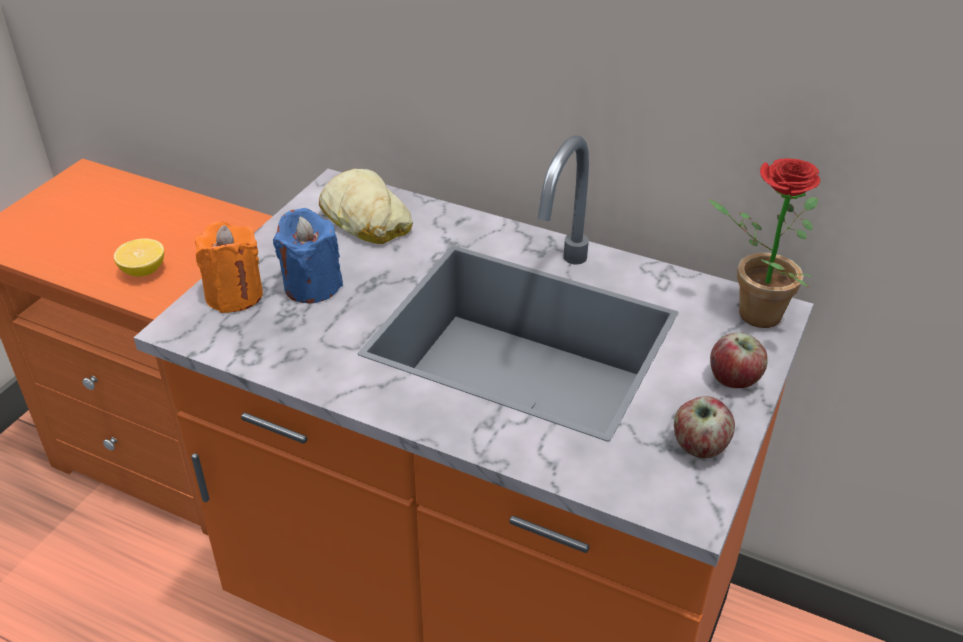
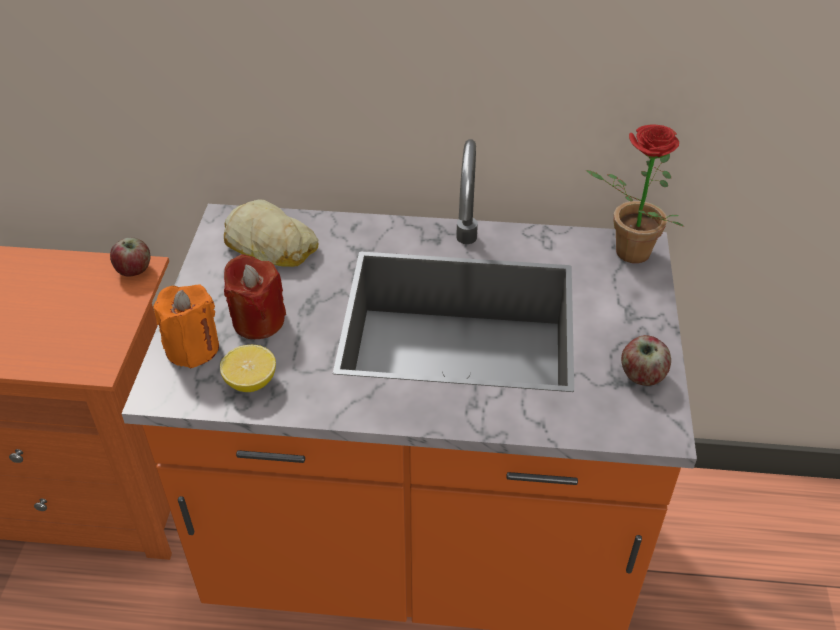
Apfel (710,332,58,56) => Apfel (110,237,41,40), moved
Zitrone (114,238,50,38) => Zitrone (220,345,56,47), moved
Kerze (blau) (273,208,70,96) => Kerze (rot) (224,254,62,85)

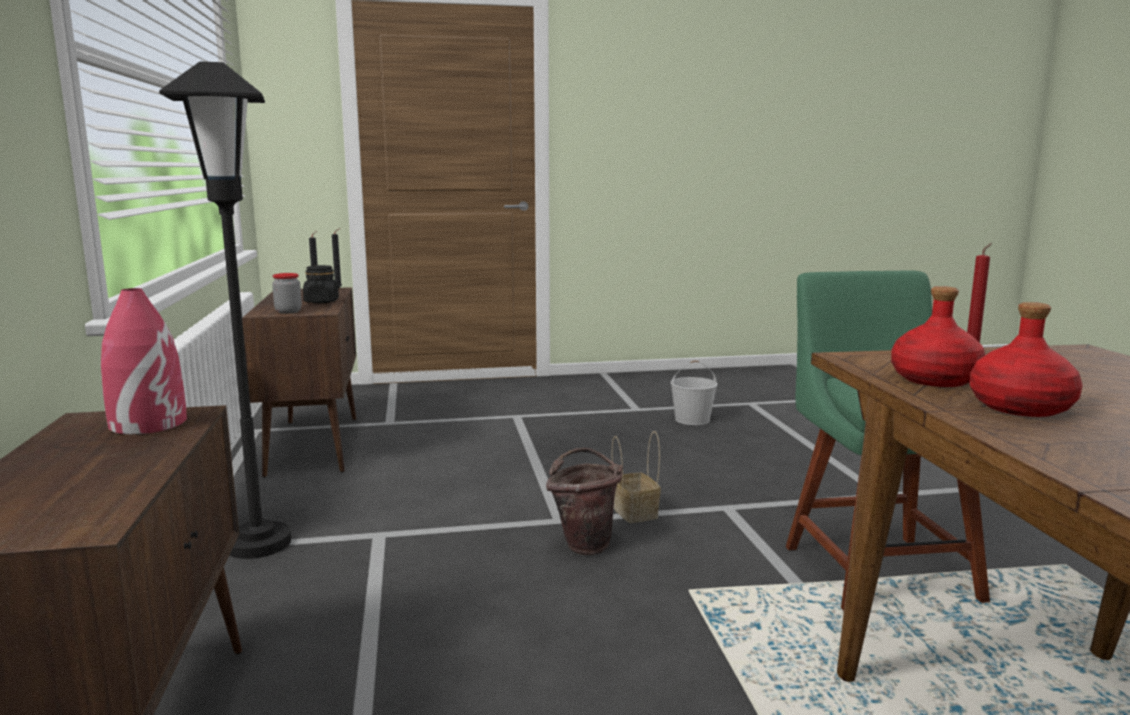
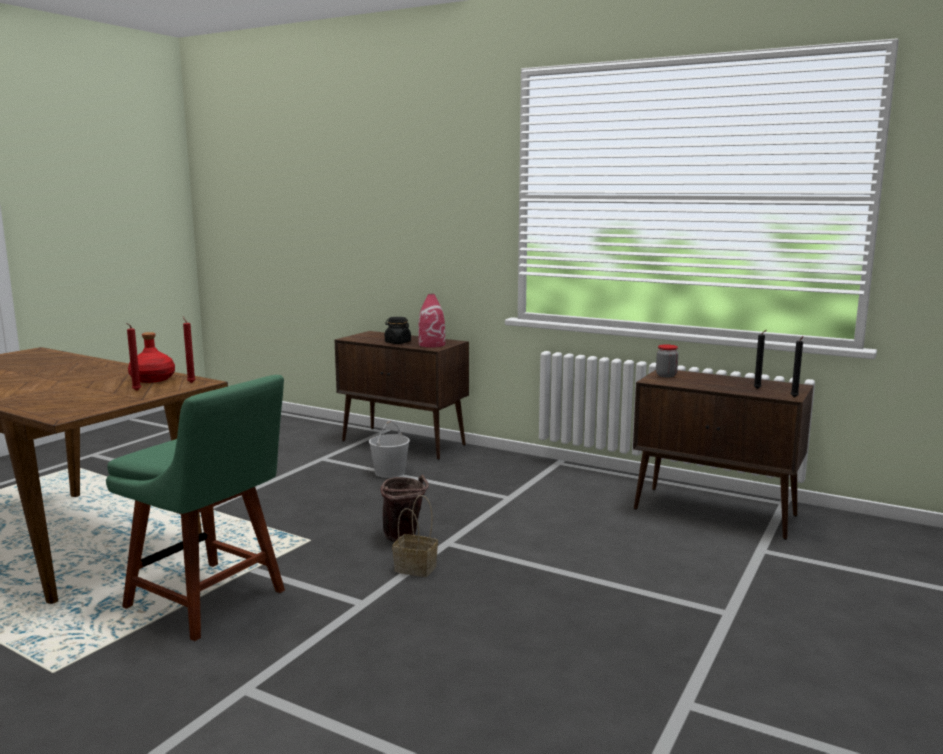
nothing => Kerze (rot) (183,316,12,67)
Eimer (weiß) (670,361,48,64) => Eimer (weiß) (369,421,41,57), moved
Vorratsglas (schwarz) (303,265,36,39) => Vorratsglas (schwarz) (385,317,26,27), moved
Stehlampe (schwarz) (159,61,132,498) => nothing
Flasche (rot) (970,302,112,115) => nothing

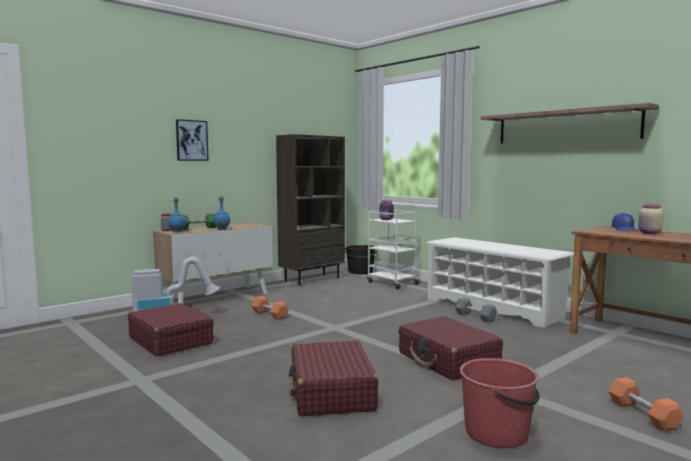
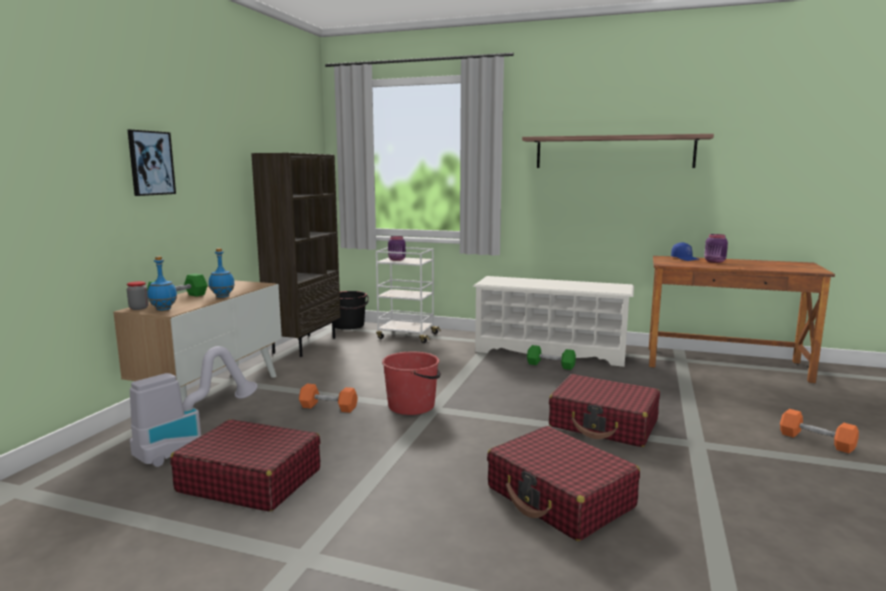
Eimer (rot) (460,358,80,90) => Eimer (rot) (382,351,59,64), moved
Hantel (grau) (455,298,42,25) => Hantel (grün) (527,345,49,25)
Vorratsglas (beige) (639,205,25,29) => Vorratsglas (lila) (704,234,24,29)

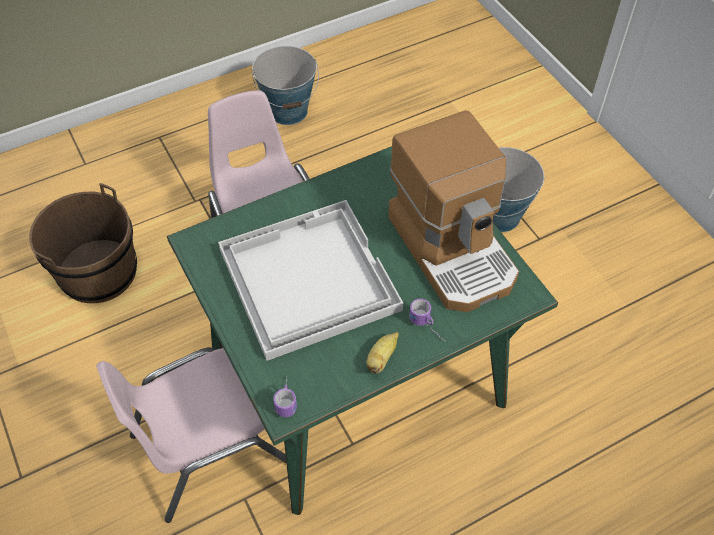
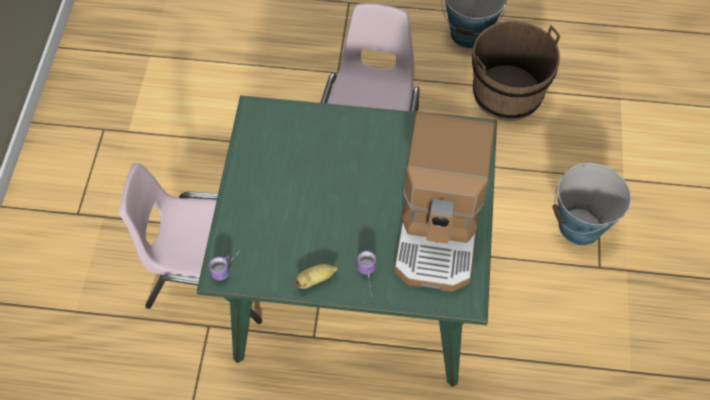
Eimer (braun) (29,183,108,120) => Eimer (braun) (472,21,89,100), moved
Tablett (weiß) (218,200,185,161) => nothing

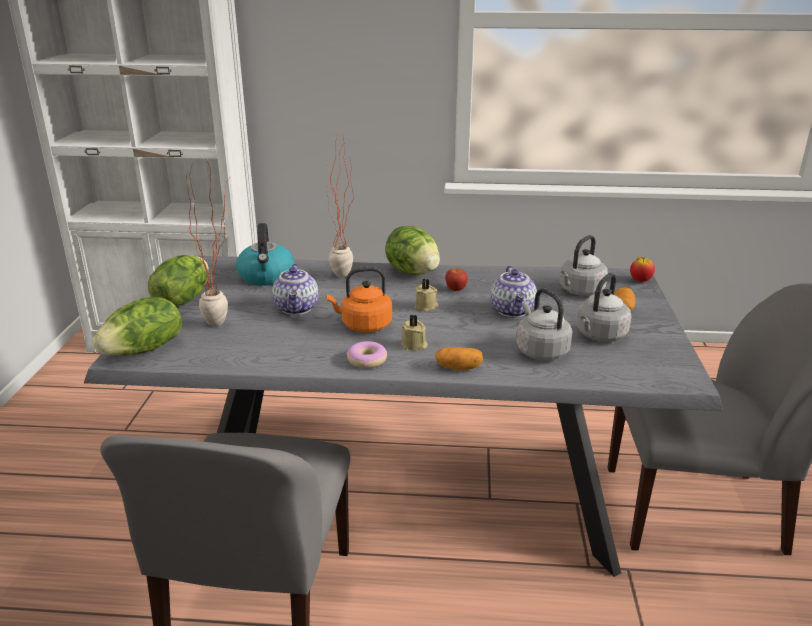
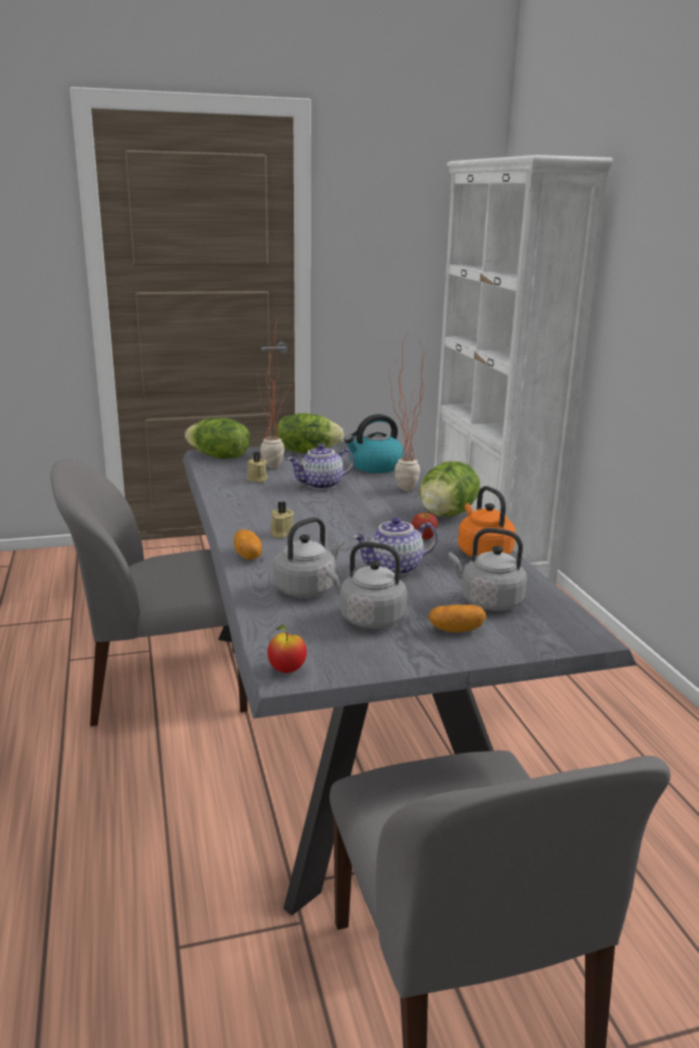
Kerze (beige) (415,278,24,34) => Kerze (beige) (247,452,21,31), moved
Apfel (630,256,25,26) => Apfel (268,625,39,48), moved
Wasserkessel (orange) (326,267,66,66) => Wasserkessel (orange) (458,486,58,71), moved
Donut (346,341,41,27) => nothing

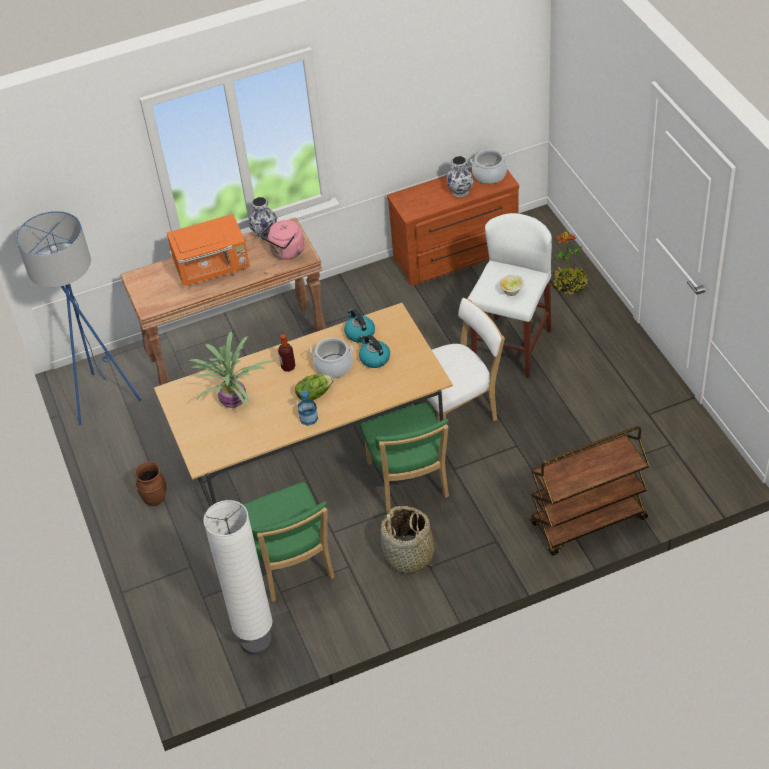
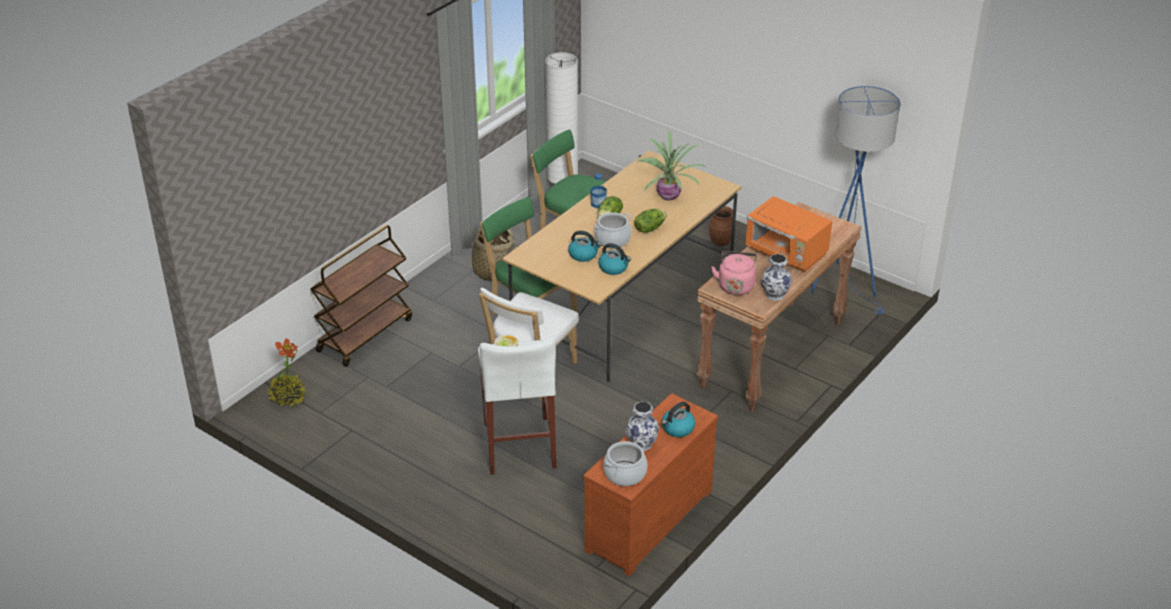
Topfpflanze (553,232,35,62) => Topfpflanze (266,339,40,68), moved
Flasche (278,334,17,38) => Salatkopf (634,209,33,24)
nothing => Wasserkessel (661,402,34,35)
Mikrowelle (orange) (167,214,83,72) => Mikrowelle (orange) (745,196,87,76), 90 degrees counterclockwise

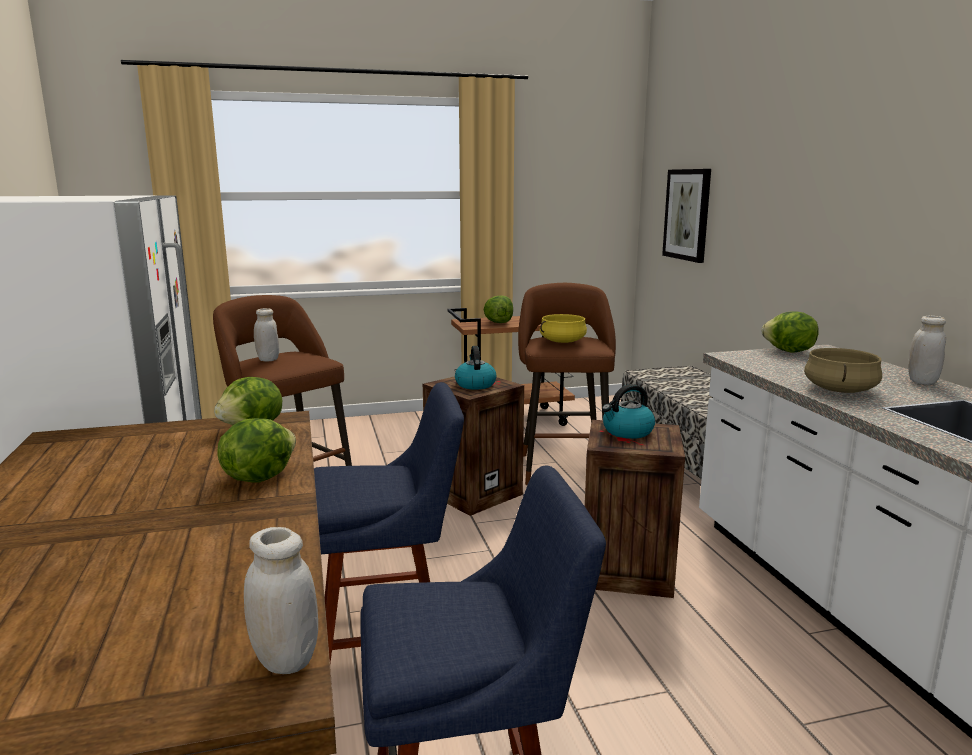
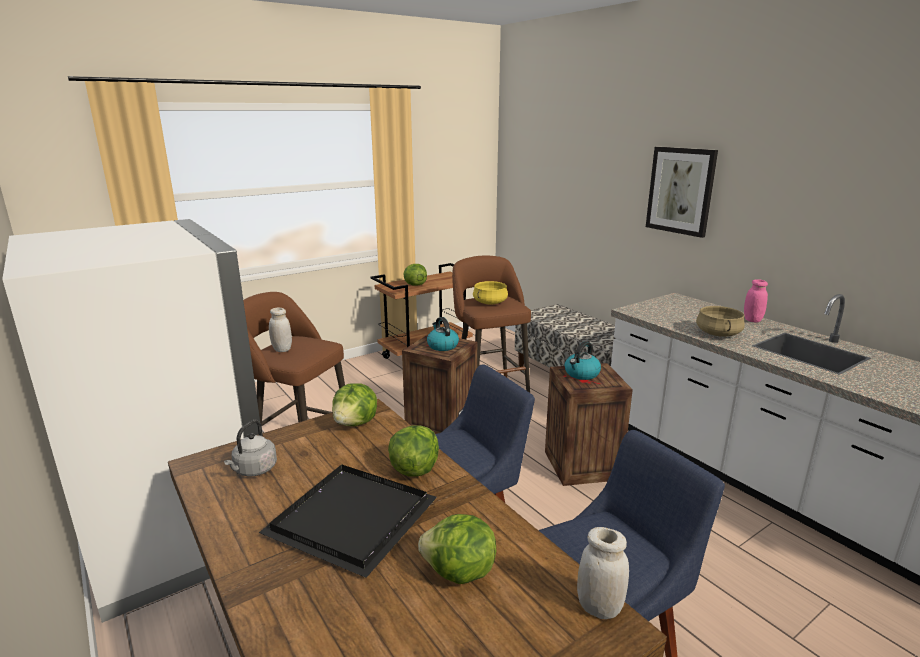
nothing => Wasserkessel (grau) (224,420,53,56)
nothing => Tablett (schwarz) (259,464,178,114)
Salatkopf (761,311,57,42) => Salatkopf (418,514,78,70), moved
Bild (662,169,49,94) => Bild (646,147,72,91), moved
Vorratsglas (weiß) (908,315,38,69) => Vorratsglas (rosa) (744,279,24,44)

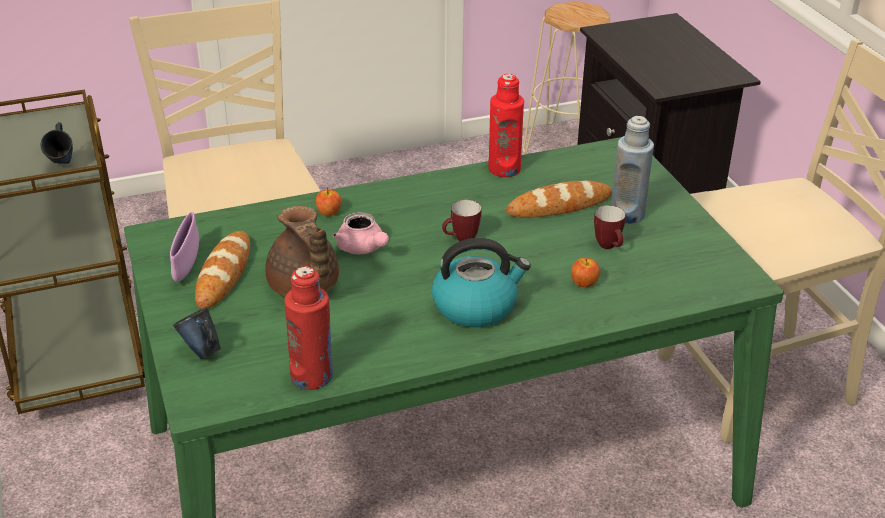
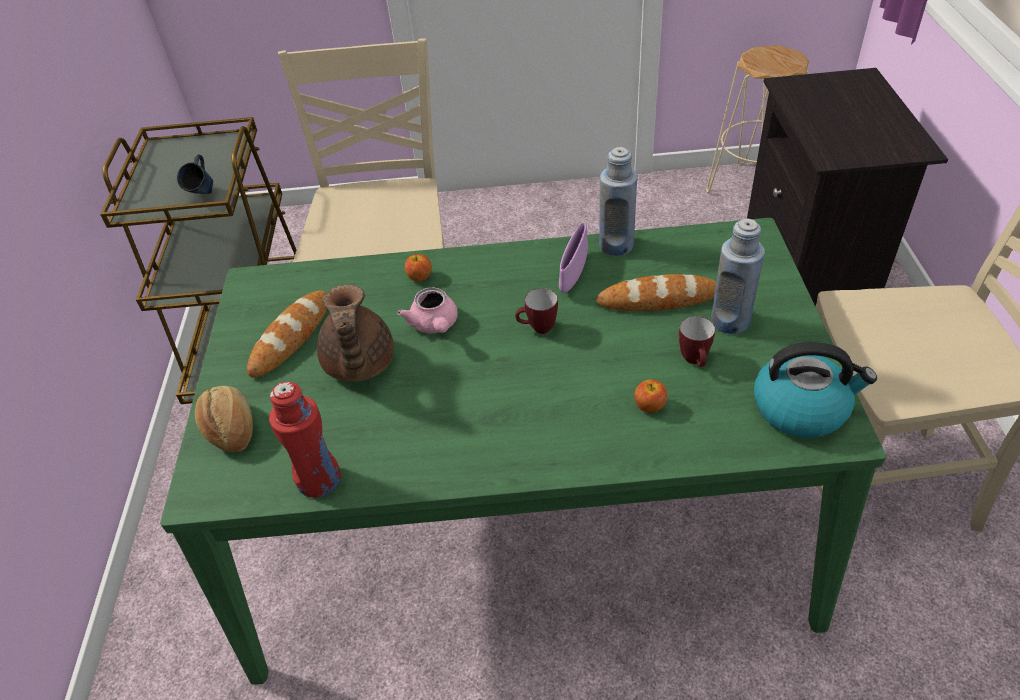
Henkelbecher (blau) (173,307,48,52) => Brot (195,386,58,66)
Schüssel (lila) (170,212,29,70) => Schüssel (lila) (559,222,29,71), moved
Flasche (rot) (488,74,36,103) => Flasche (blau) (599,147,39,109)
Wasserkessel (432,238,99,89) => Wasserkessel (754,342,123,96), moved

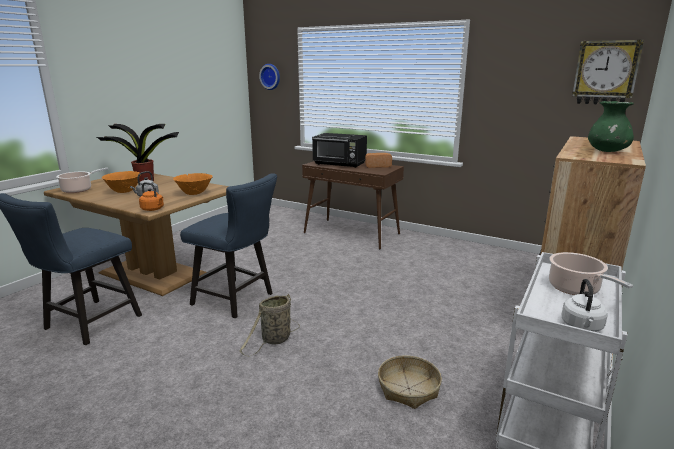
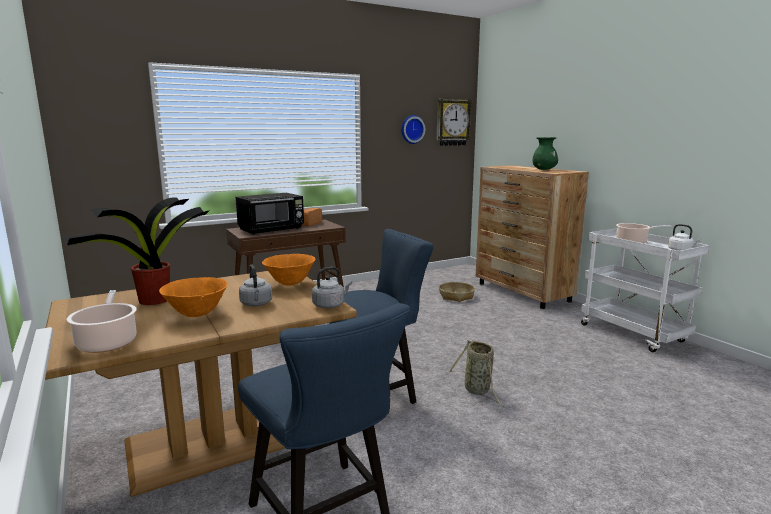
Wasserkessel (orange) (139,182,25,29) => Wasserkessel (grau) (312,267,40,41)
Wanduhr (259,64,21,26) => Wanduhr (401,115,24,29), moved
Korb (378,355,64,54) => Korb (439,282,36,20), moved

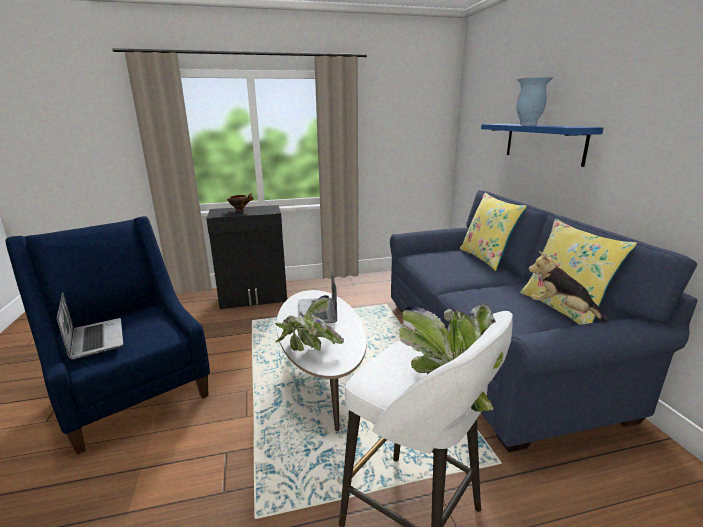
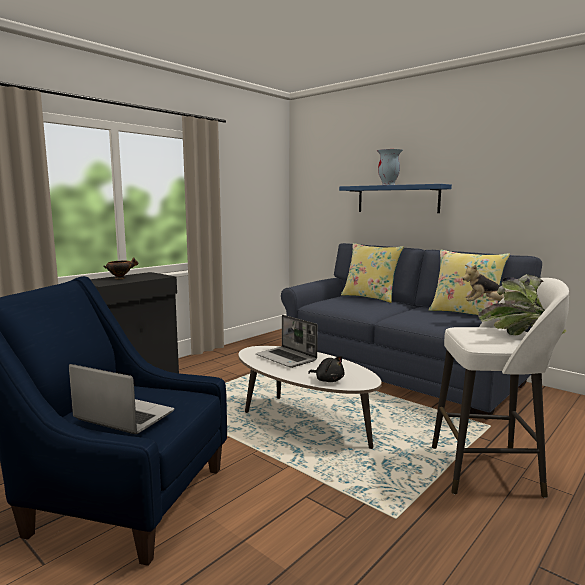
Topfpflanze (275,295,69,56) => Plüschtier (schwarz) (308,356,37,26)

